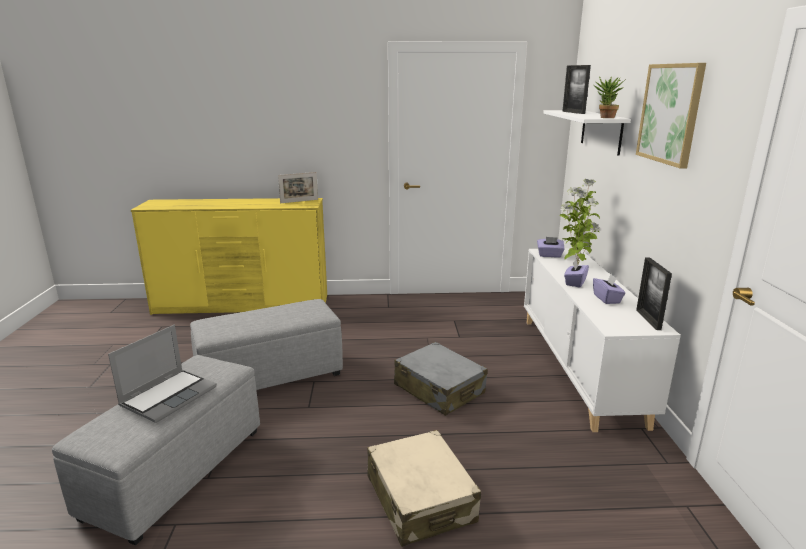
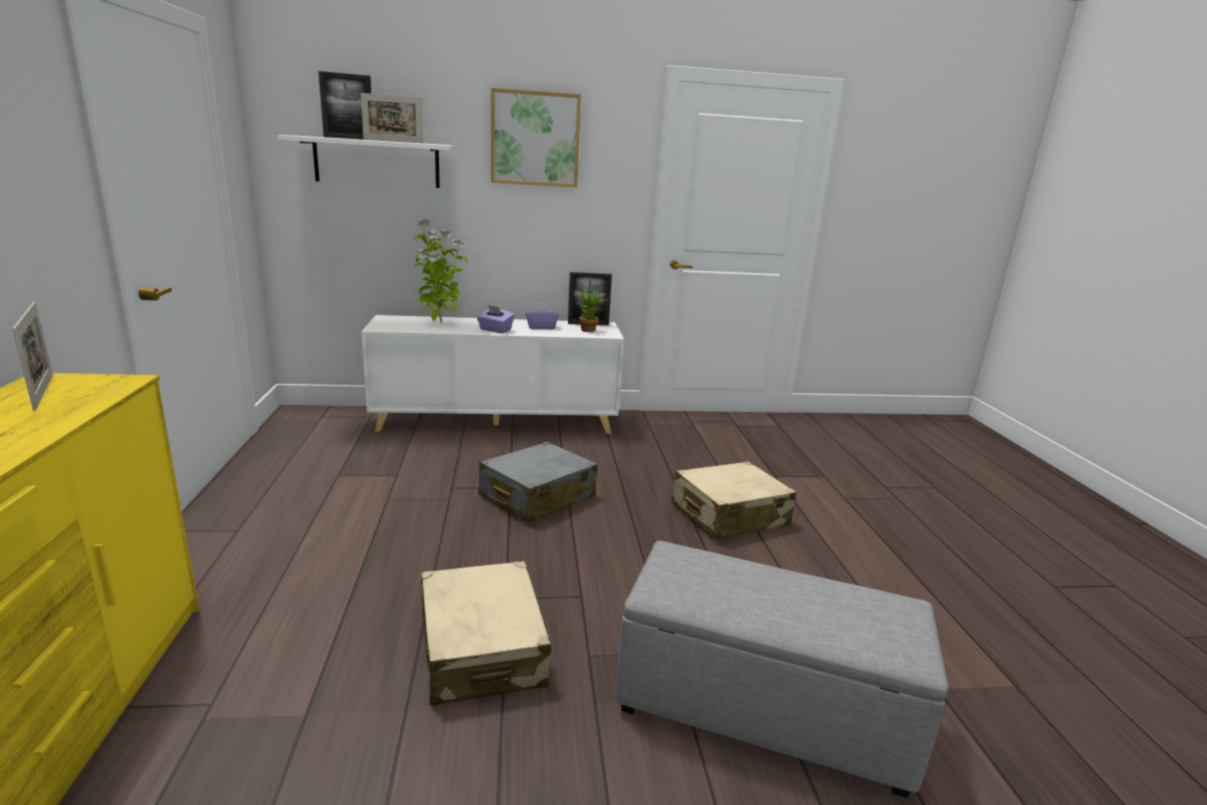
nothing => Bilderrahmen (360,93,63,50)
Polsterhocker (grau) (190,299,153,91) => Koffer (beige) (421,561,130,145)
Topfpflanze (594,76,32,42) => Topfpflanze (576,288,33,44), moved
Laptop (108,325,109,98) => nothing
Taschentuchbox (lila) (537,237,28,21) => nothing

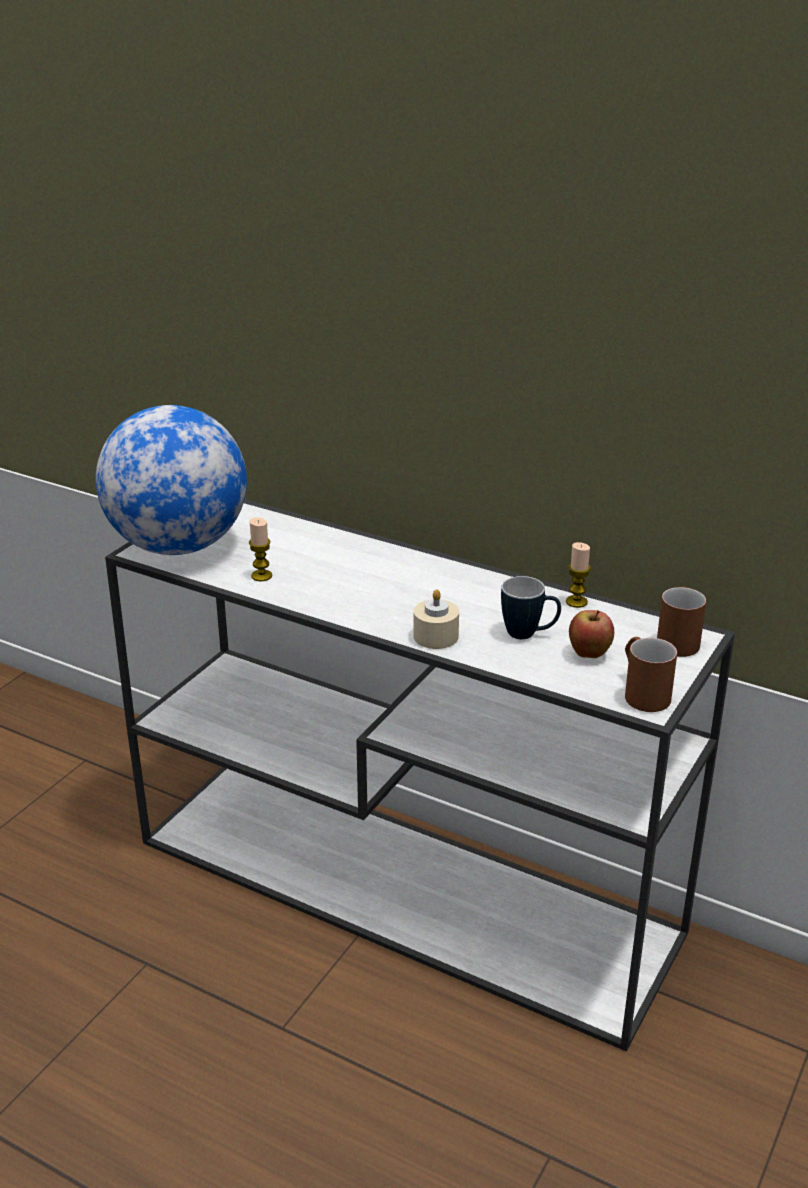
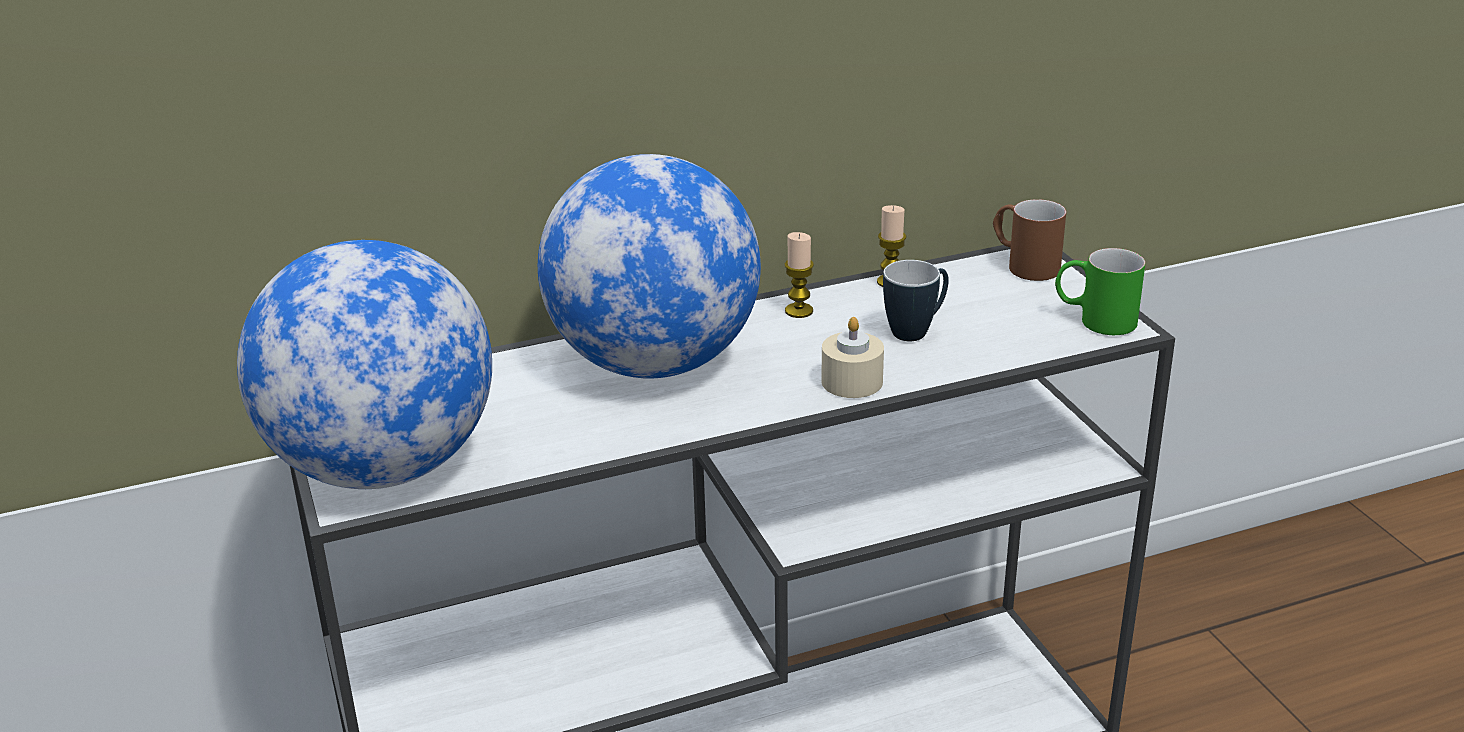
nothing => Globus (538,154,223,224)
Kerze (249,517,23,64) => Kerze (785,232,29,86), moved
Henkelbecher (braun) (625,637,52,75) => Henkelbecher (grün) (1055,248,90,87)
Apfel (569,610,45,48) => nothing

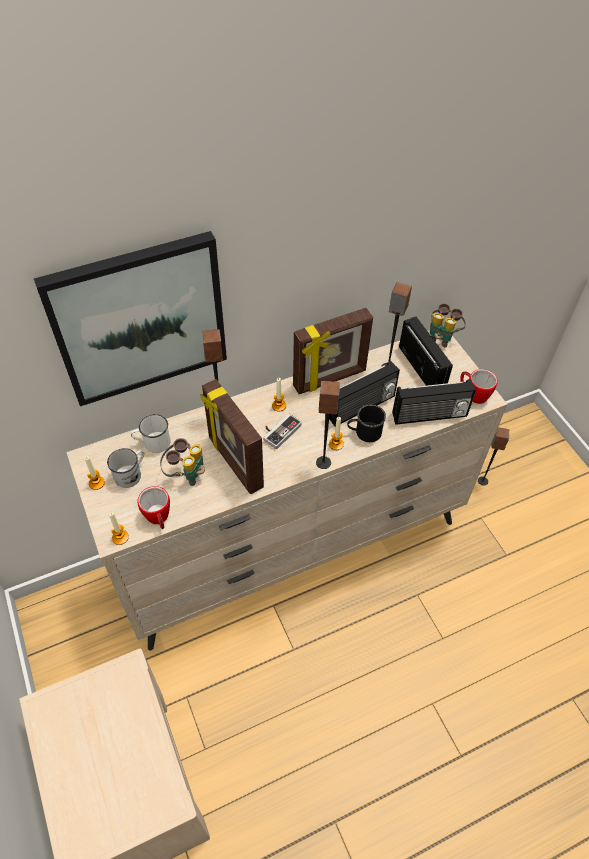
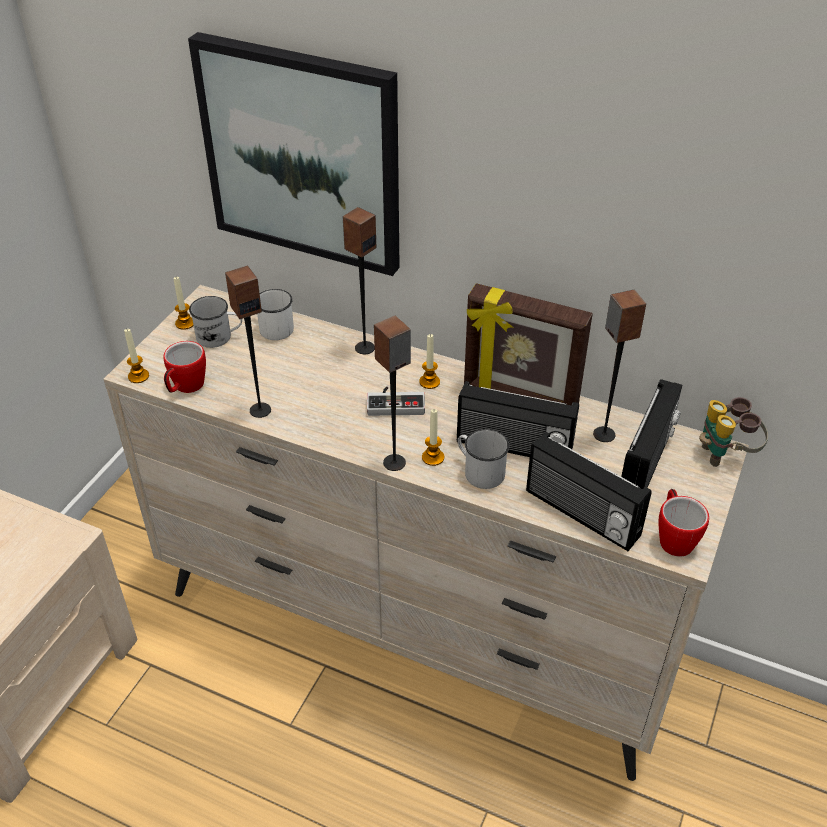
Lautsprecher (478,427,31,59) => Lautsprecher (225,266,46,152), moved
Henkelbecher (schwarz) (347,404,39,38) => Henkelbecher (weiß) (457,429,53,60)
Fernglas (160,438,45,48) => nothing
Bilderrahmen (200,379,64,115) => nothing

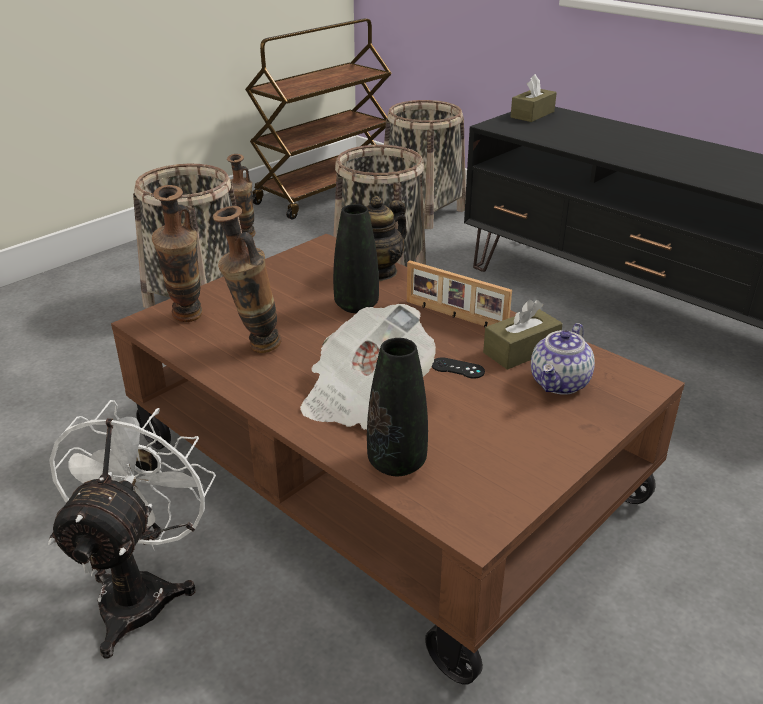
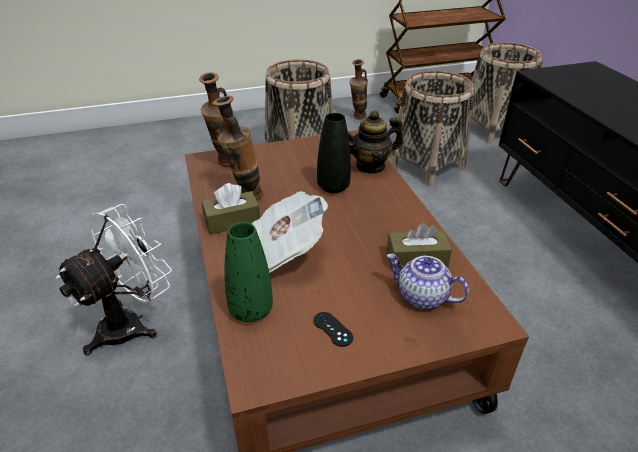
Taschentuchbox (braun) (511,74,46,48) => Taschentuchbox (braun) (202,183,58,52), moved
Vase (schwarz) (367,338,61,138) => Vase (grün) (224,222,49,100)
Gamepad (schwarz) (431,357,54,21) => Gamepad (schwarz) (313,312,40,35), moved
Teekanne (531,323,64,72) => Teekanne (387,253,82,56), 60 degrees clockwise
Bilderrahmen (407,261,105,67) => nothing

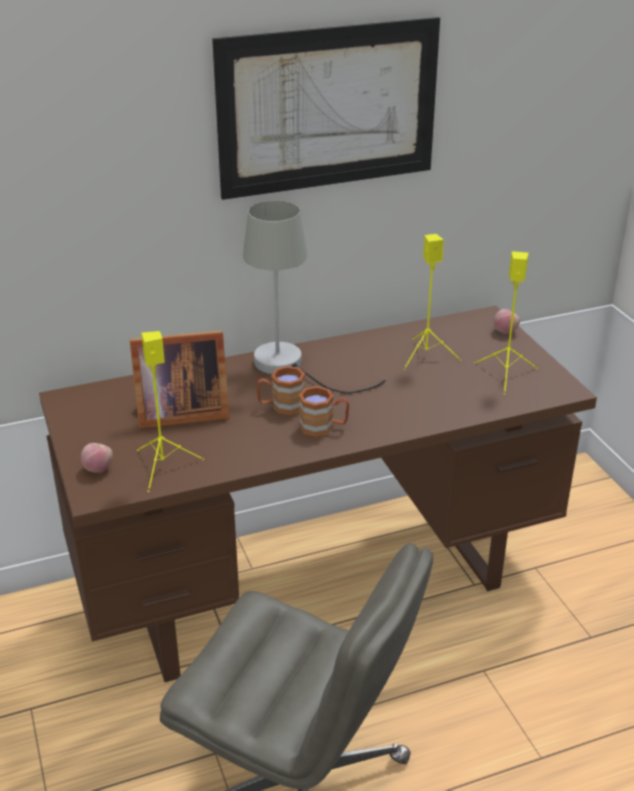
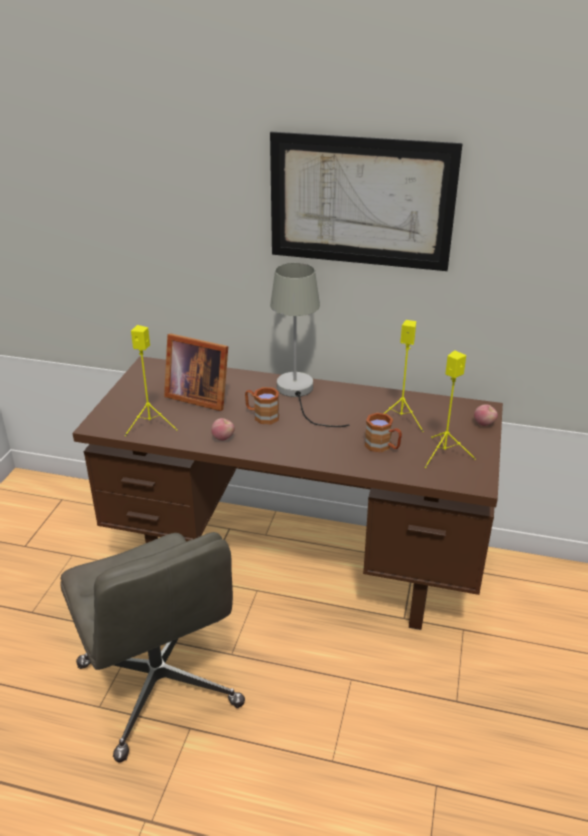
Apfel (81,443,32,30) => Apfel (211,418,24,23), moved
Henkelbecher (braun) (299,386,50,51) => Henkelbecher (braun) (365,413,37,40), moved

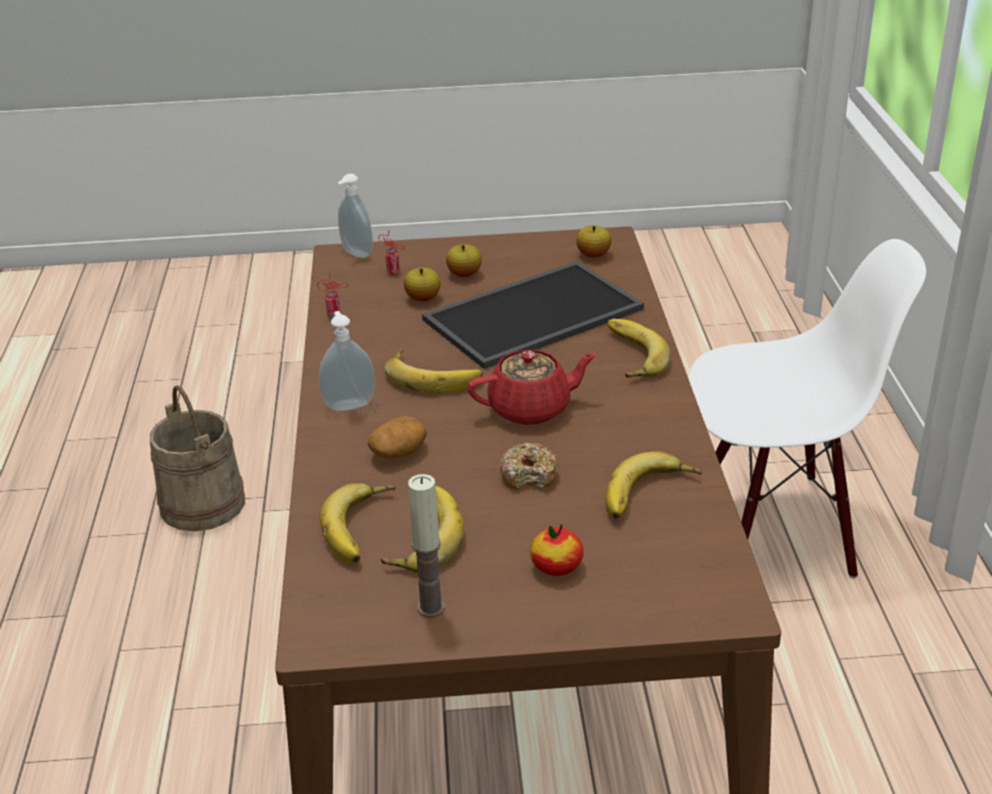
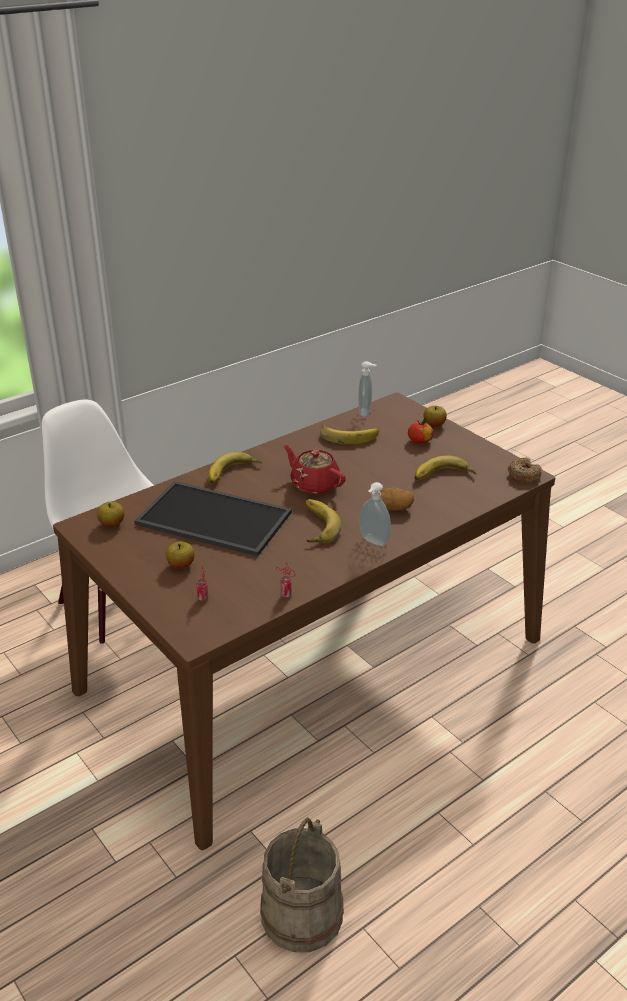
Seifenspender (337,174,36,84) => Seifenspender (358,361,19,56), moved
Apfel (404,267,37,34) => Apfel (424,406,23,21), moved
Donut (500,442,59,48) => Donut (508,458,34,25), moved
Banane (320,483,76,80) => nothing
Kerze (408,474,37,144) => nothing

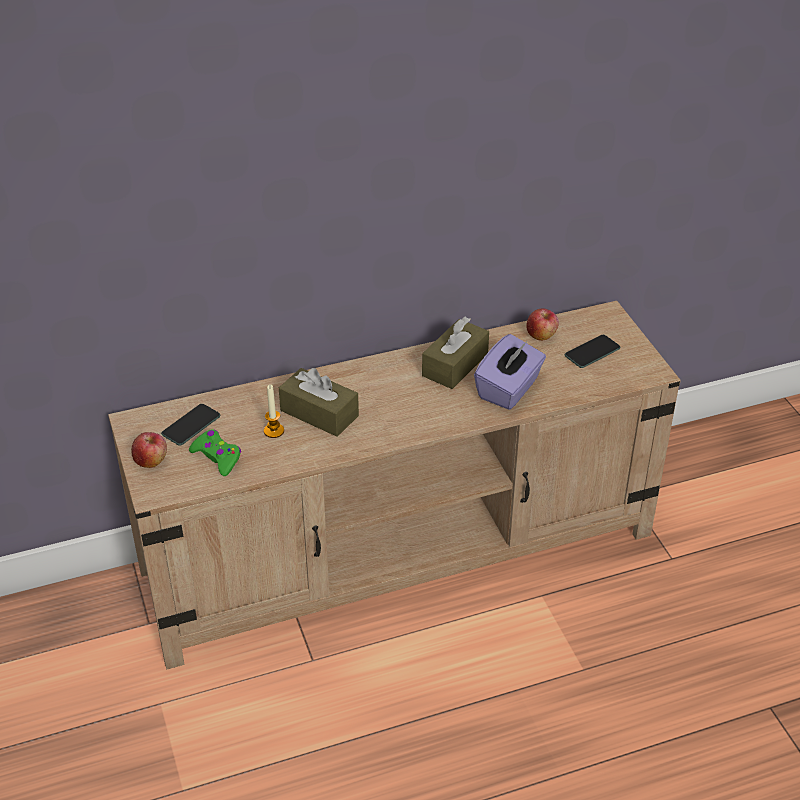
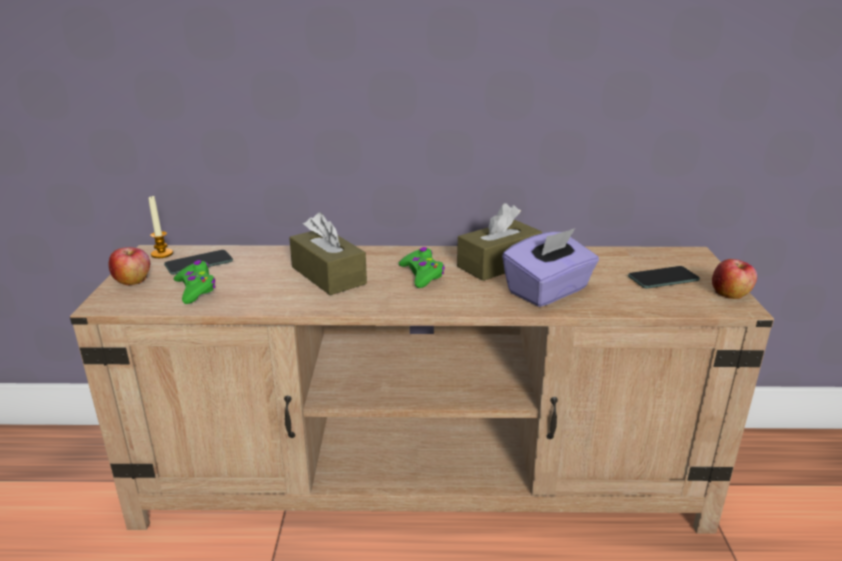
Kerze (264,385,20,53) => Kerze (148,196,25,62), moved
nothing => Gamepad (grün) (399,247,46,41)
Apfel (526,308,33,33) => Apfel (712,259,45,40), moved

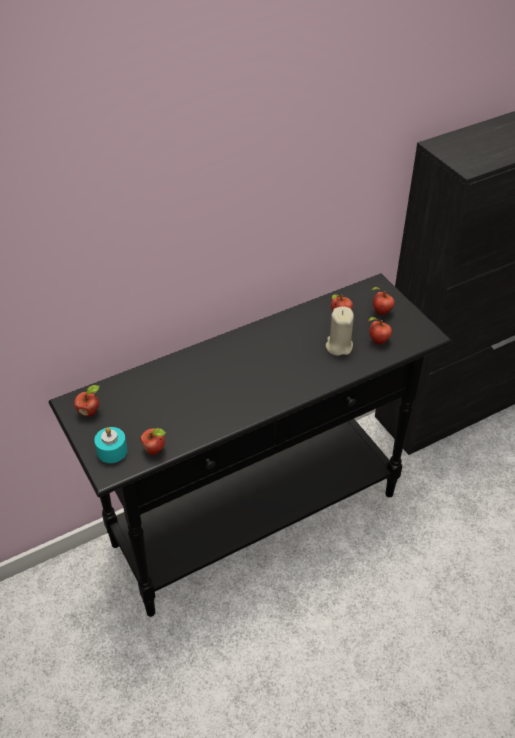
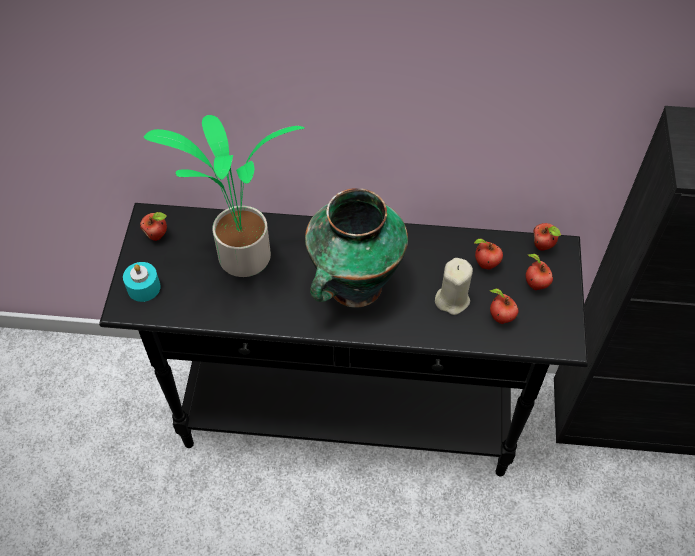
nothing => Topfpflanze (144,115,161,162)
nothing => Vase (305,188,103,120)
Apfel (140,428,26,27) => Apfel (533,223,28,28), moved

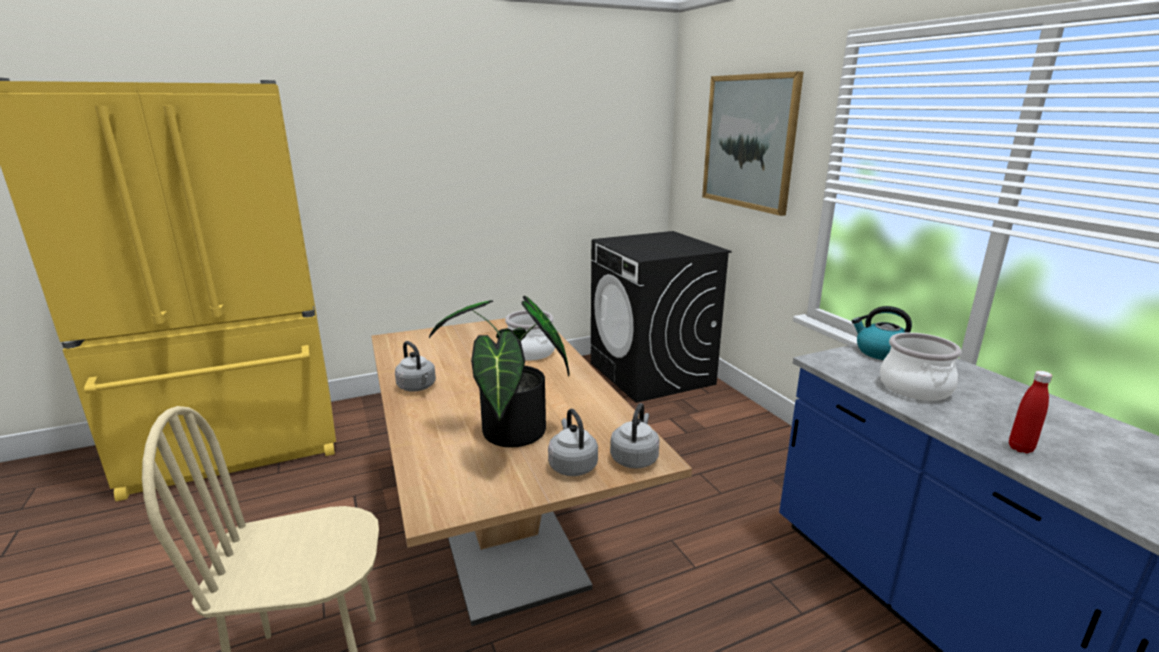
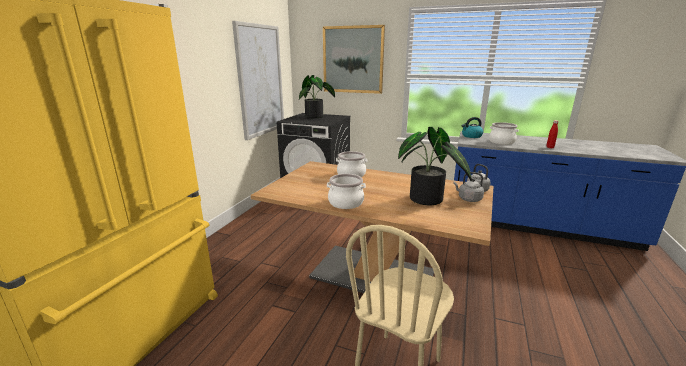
nothing => Bild (232,21,52,119)
nothing => Topfpflanze (299,75,36,43)
Wasserkessel (grau) (395,341,41,51) => Kochtopf (327,174,39,35)

